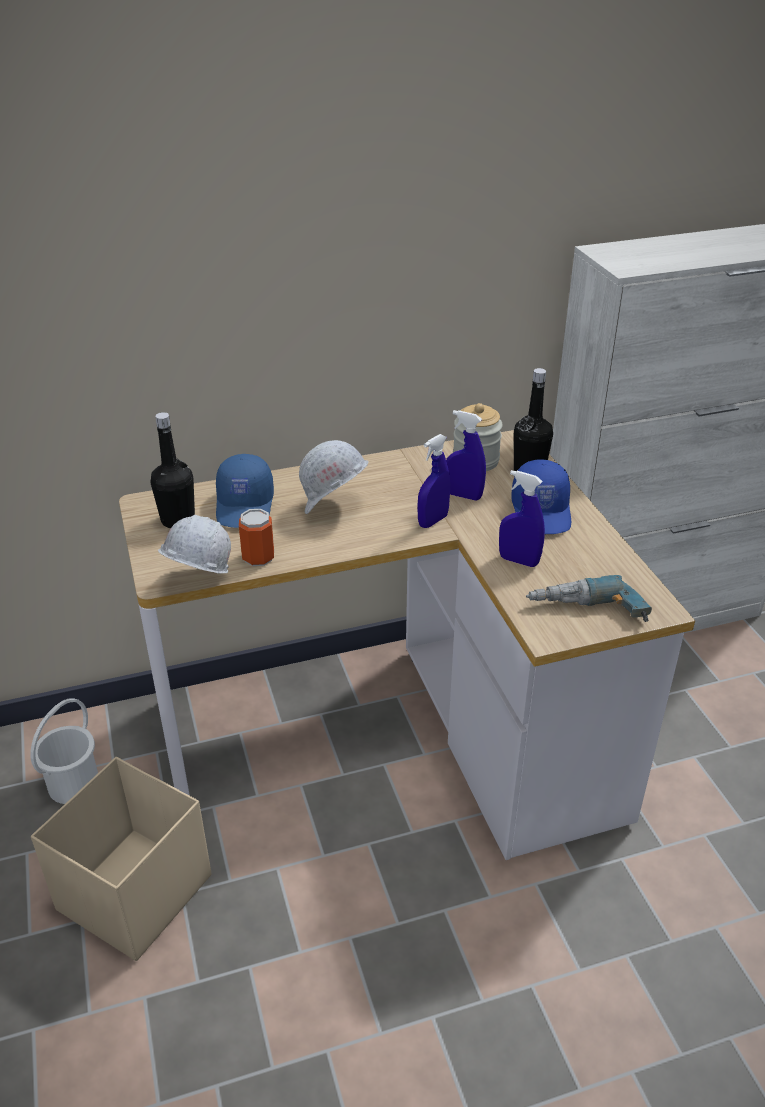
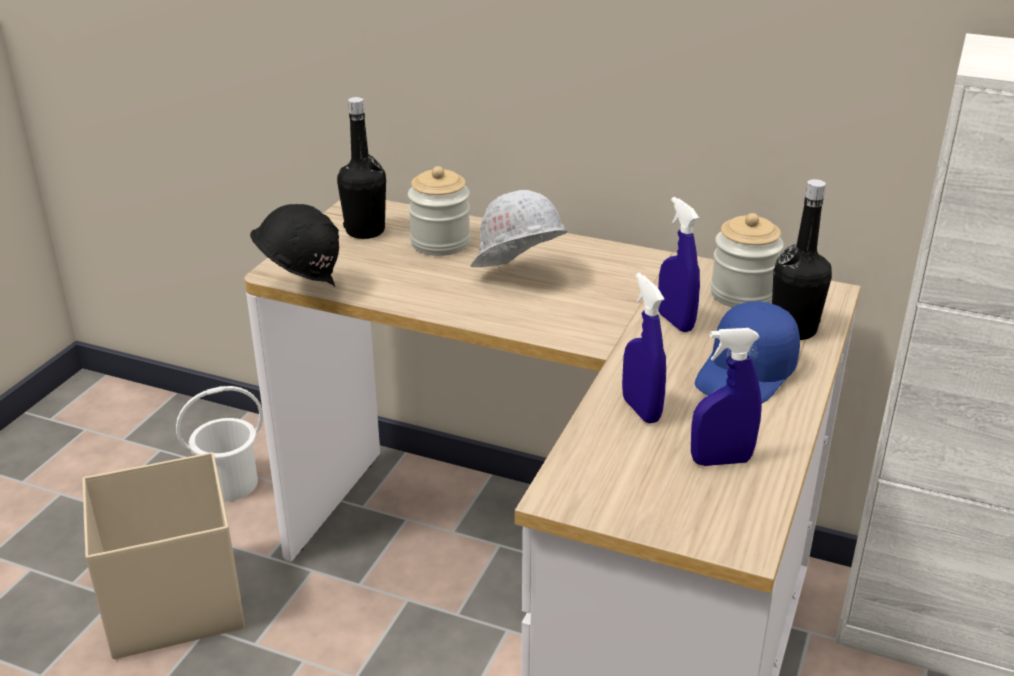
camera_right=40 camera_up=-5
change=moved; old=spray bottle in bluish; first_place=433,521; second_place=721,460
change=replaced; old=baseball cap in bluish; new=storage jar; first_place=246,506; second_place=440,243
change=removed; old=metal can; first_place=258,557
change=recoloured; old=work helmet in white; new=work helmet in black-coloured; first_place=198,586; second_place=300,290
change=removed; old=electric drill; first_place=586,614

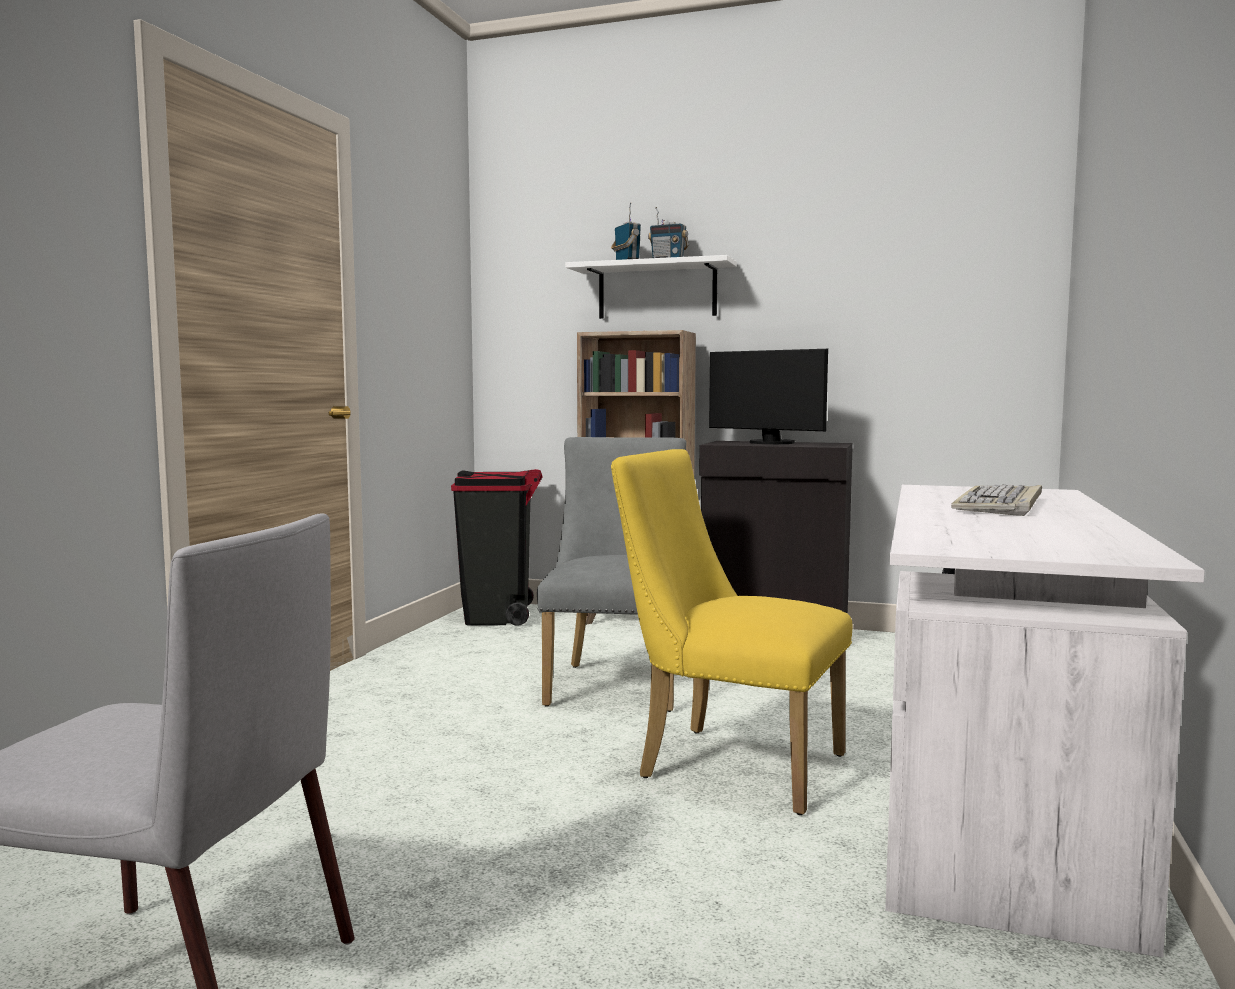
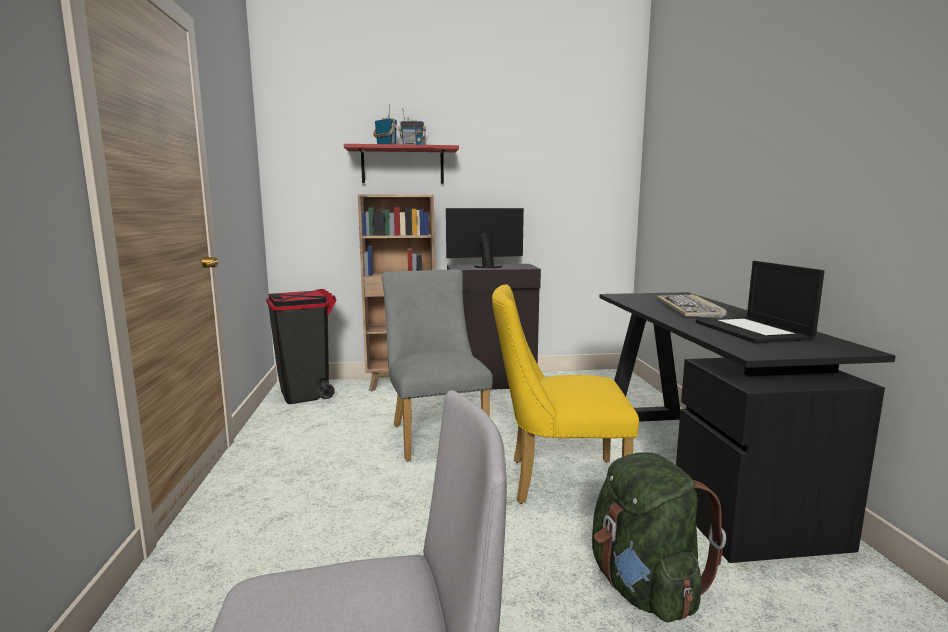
camera_right=-25 camera_up=5
change=recoloured; old=shelf in white; new=shelf in reddish; first_place=657,291; second_place=402,165
change=turned; old=computer screen; first_place=769,443; second_place=486,266; degrees=150
change=recoloured; old=desk in white; new=desk in black-coloured; first_place=994,789; second_place=696,467
change=added; new=laptop; second_place=753,331
change=added; new=knapsack in greenish; second_place=644,587

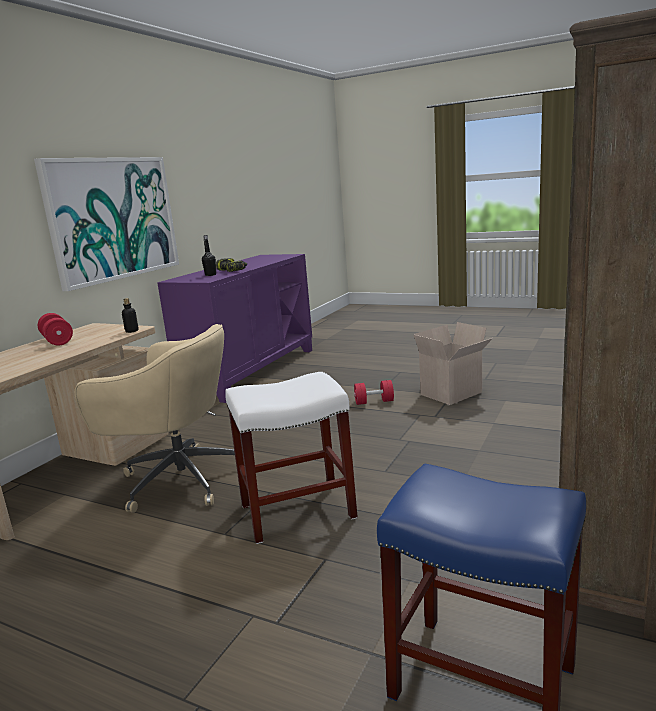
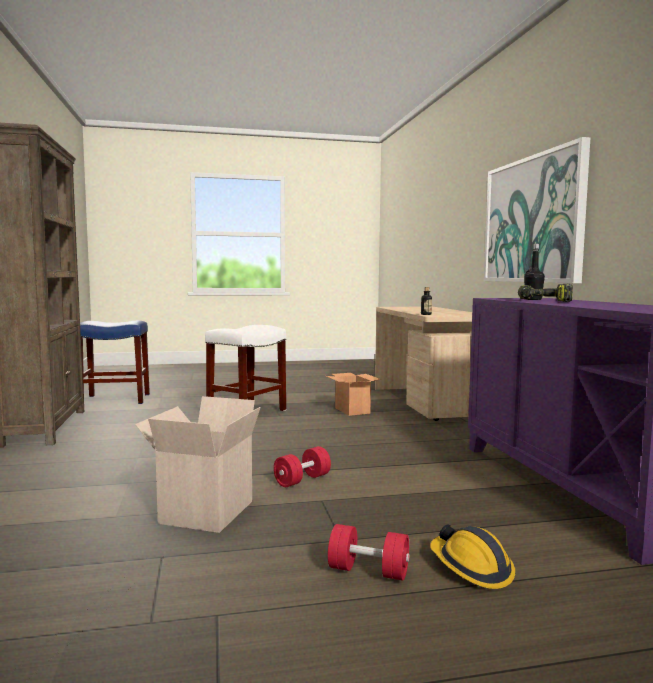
camera_right=140 camera_up=-10
change=moved; old=hand weight in reddish; first_place=57,341; second_place=368,571
change=replaced; old=office chair in sand-coloured; new=carton; first_place=179,479; second_place=352,410
change=added; new=work helmet; second_place=471,568

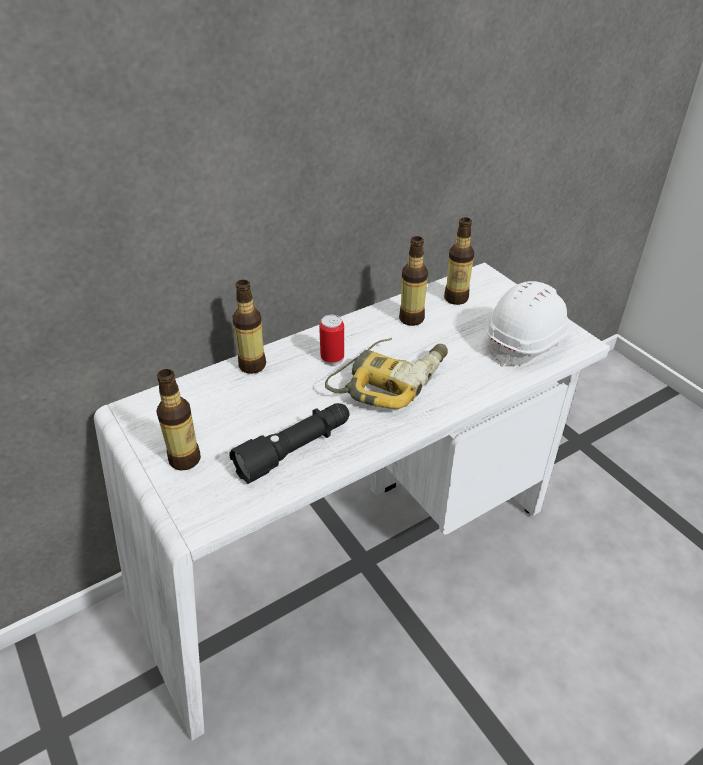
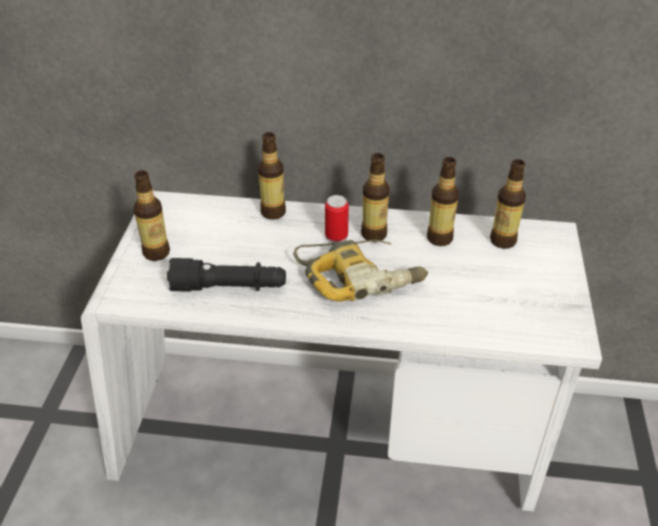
camera_right=40 camera_up=0
change=removed; old=work helmet in white; first_place=527,341
change=added; new=drink bottle; second_place=374,234

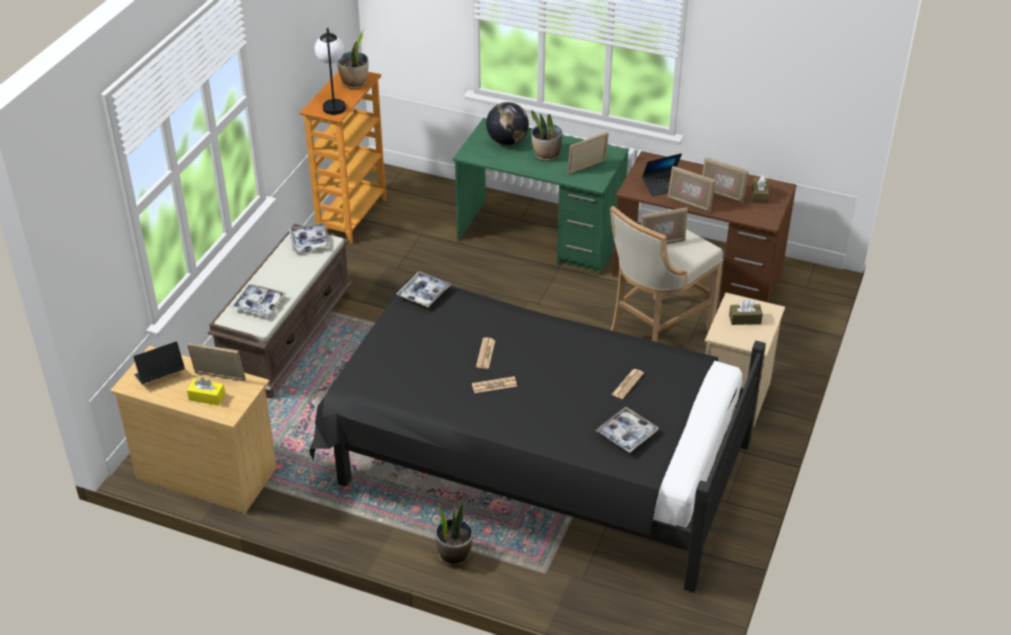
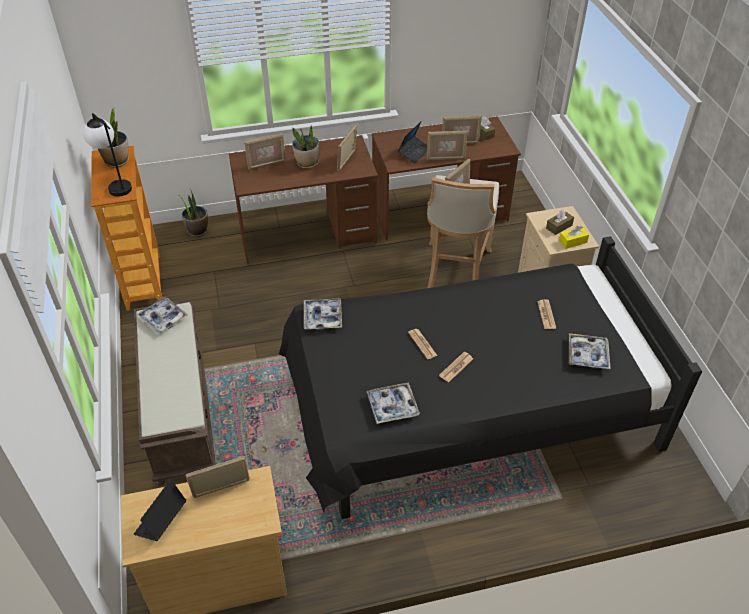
camera_right=-35 camera_up=5
change=replaced; old=world globe; new=standing frame; first_place=507,141; second_place=266,164
change=recoloured; old=desk in greenish; new=desk in brown; first_place=540,237; second_place=307,234
change=moved; old=tray; first_place=259,304; second_place=392,406
change=moved; old=tissue box in yellowish; first_place=207,397; second_place=572,241
change=moved; old=plant in a pot; first_place=454,554; second_place=197,231

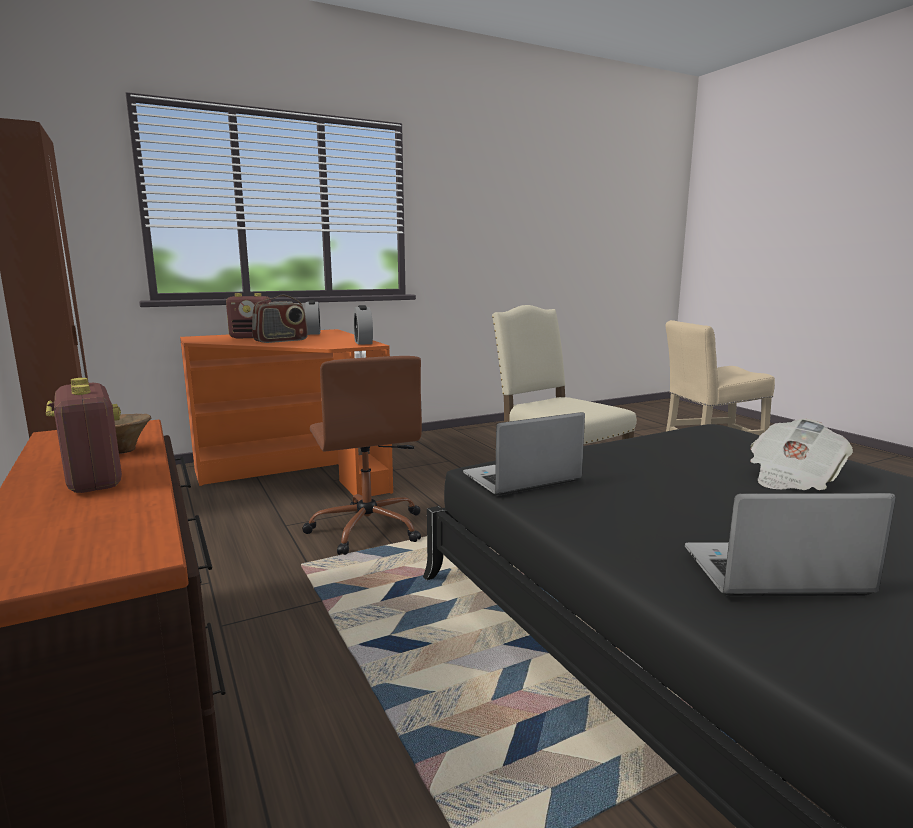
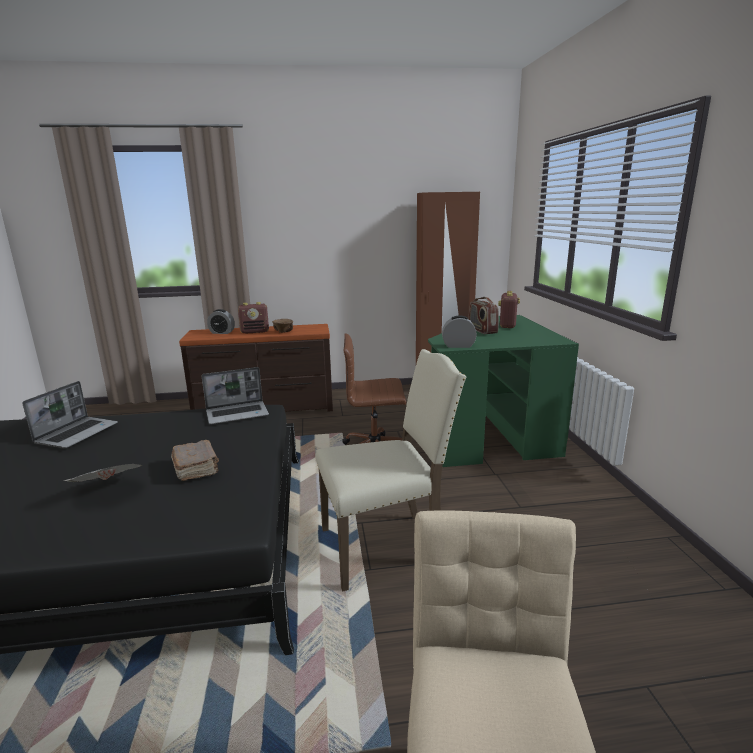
camera_right=110 camera_up=5
change=moved; old=table clock; first_place=313,333; second_place=222,332
change=recoloured; old=desk in orange-coloured; new=desk in greenish; first_place=297,475; second_place=492,436
change=turned; old=laptop; first_place=521,479; second_place=238,413; degrees=75
change=added; new=bound book in brown; second_place=196,468

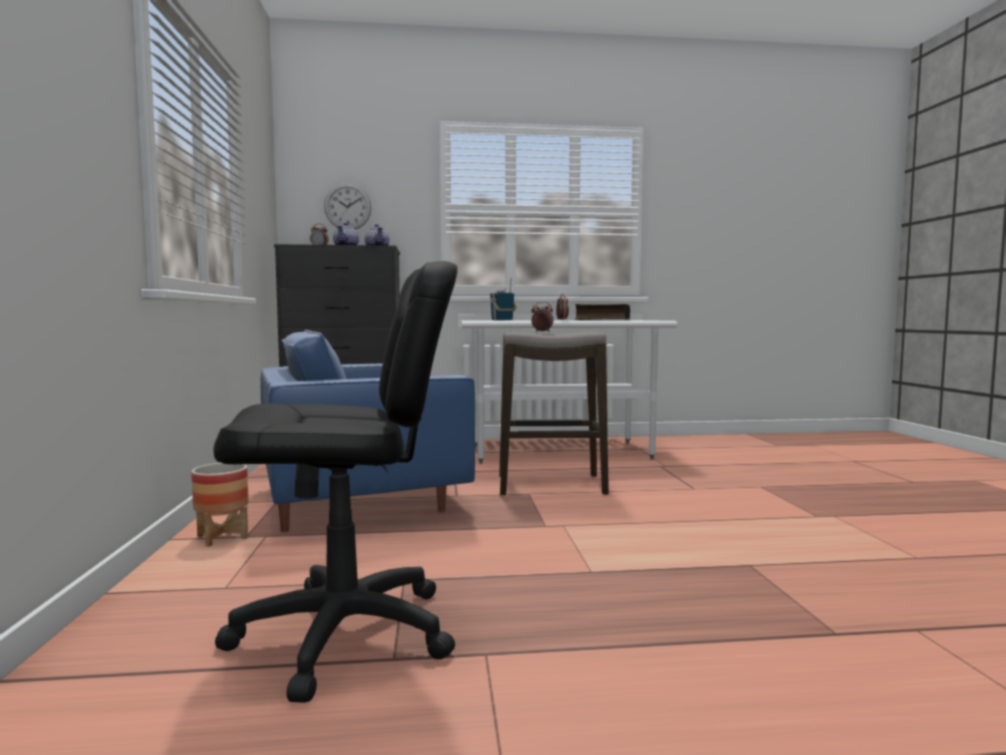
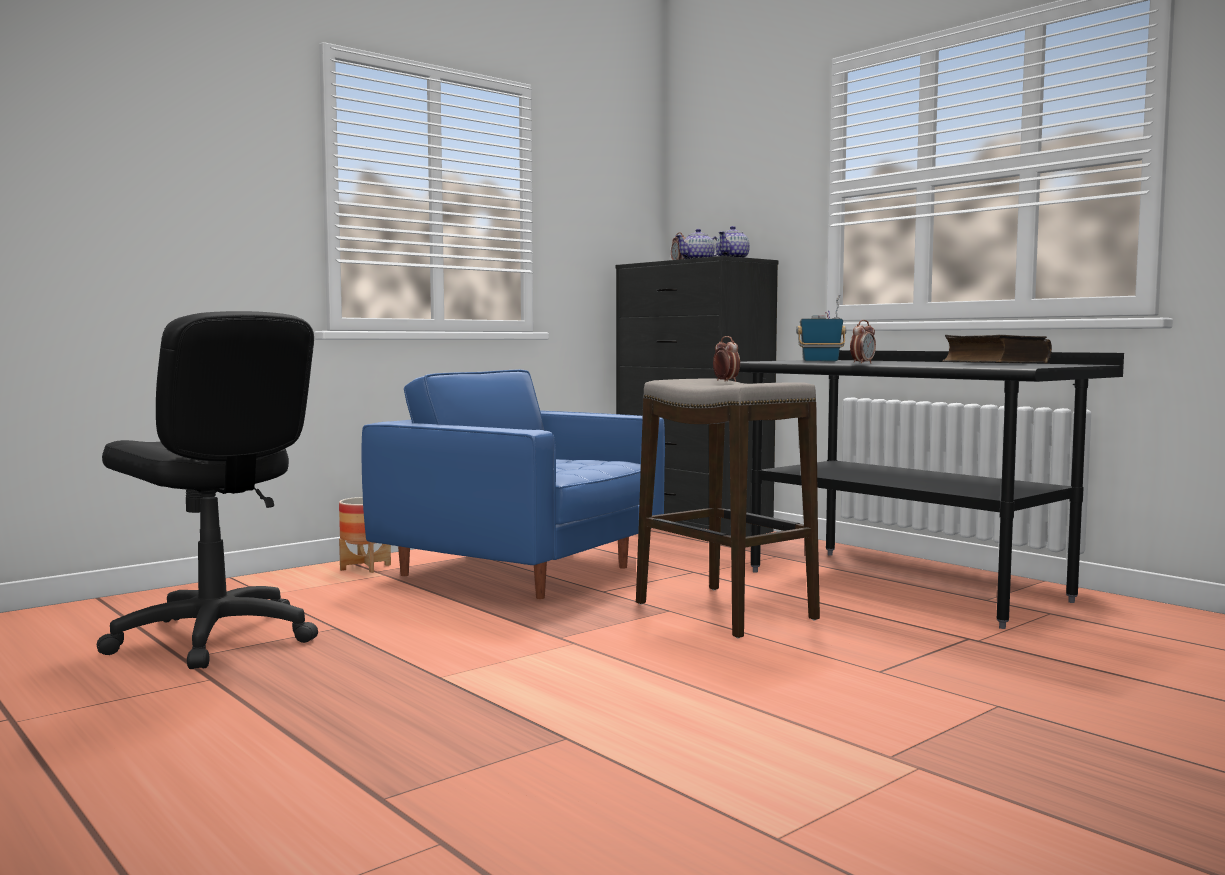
camera_right=55 camera_up=0
change=removed; old=clock on the wall; first_place=347,207
change=recoloured; old=desk in white; new=desk in black-coloured; first_place=559,452; second_place=904,586

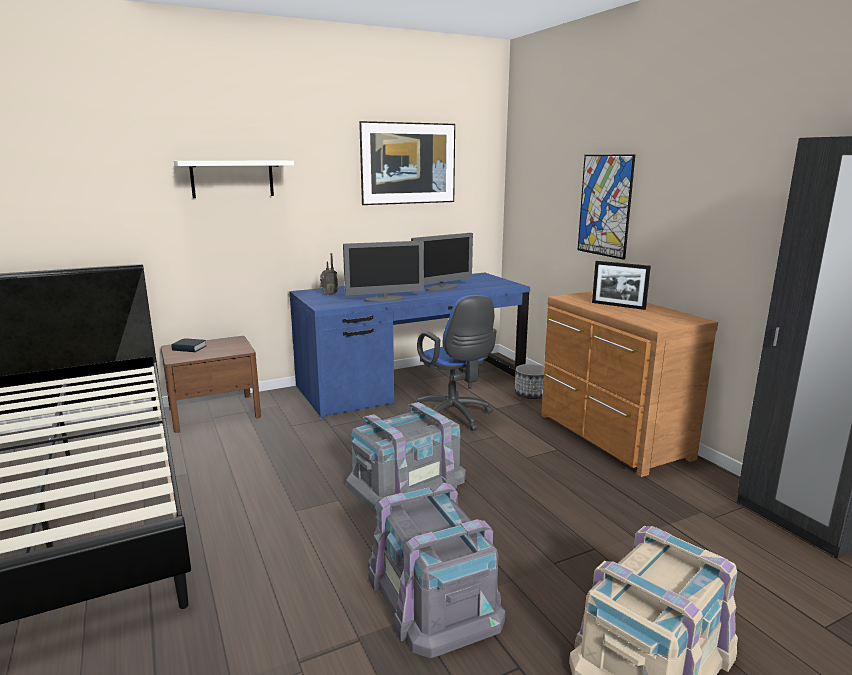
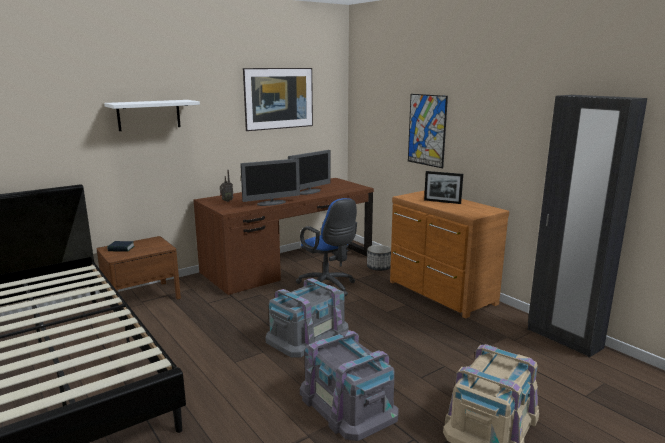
camera_right=-10 camera_up=0
change=recoloured; old=desk in bluish; new=desk in brown; first_place=412,382; second_place=289,264

